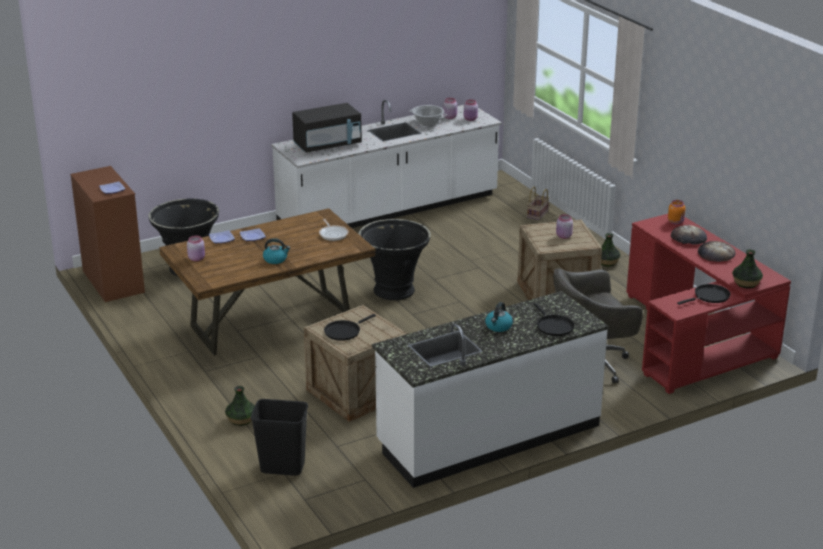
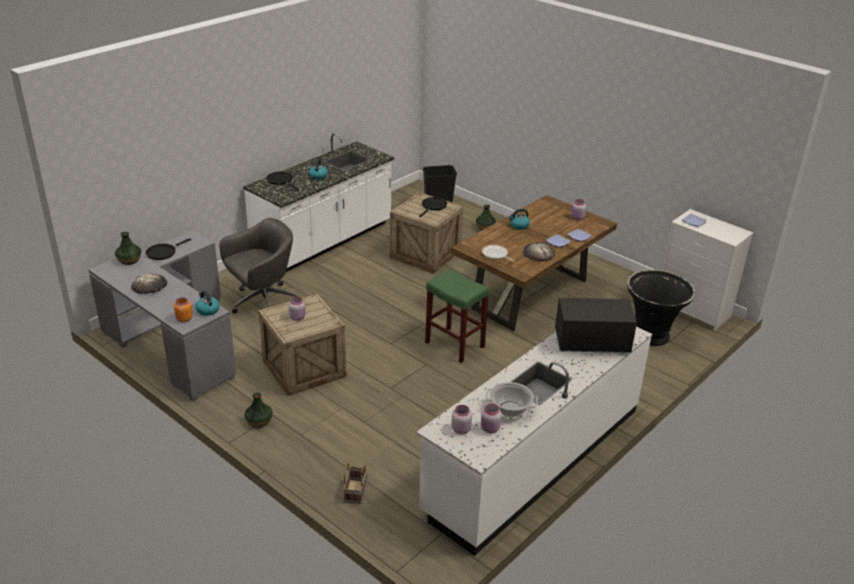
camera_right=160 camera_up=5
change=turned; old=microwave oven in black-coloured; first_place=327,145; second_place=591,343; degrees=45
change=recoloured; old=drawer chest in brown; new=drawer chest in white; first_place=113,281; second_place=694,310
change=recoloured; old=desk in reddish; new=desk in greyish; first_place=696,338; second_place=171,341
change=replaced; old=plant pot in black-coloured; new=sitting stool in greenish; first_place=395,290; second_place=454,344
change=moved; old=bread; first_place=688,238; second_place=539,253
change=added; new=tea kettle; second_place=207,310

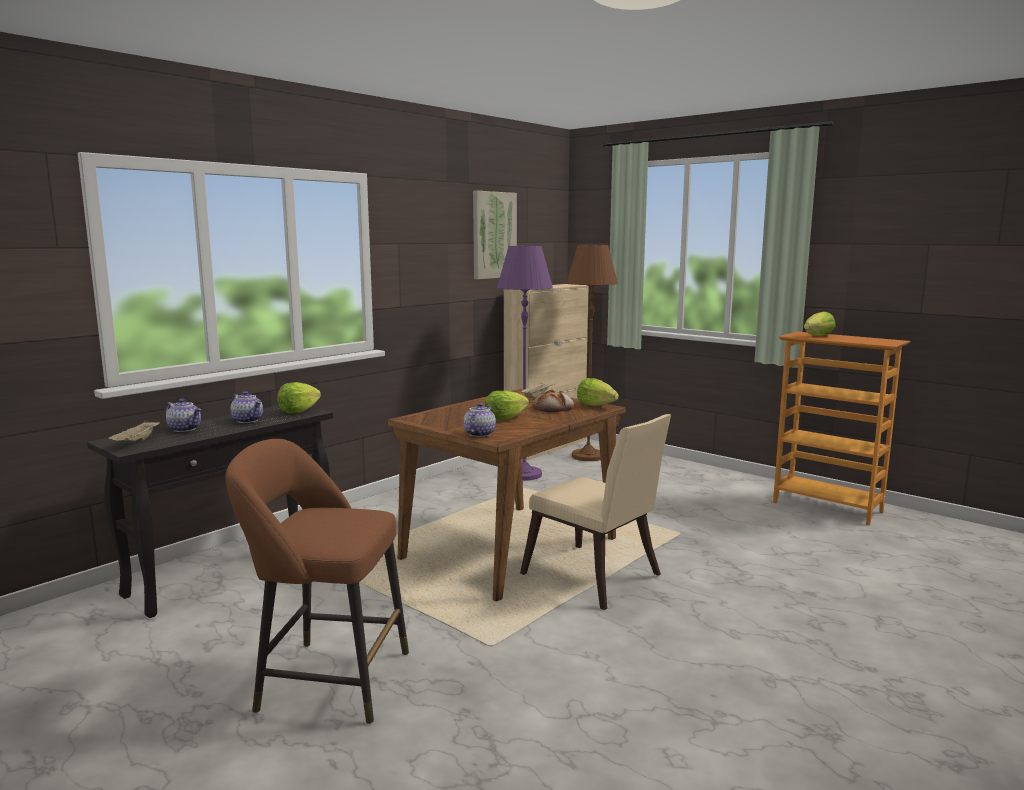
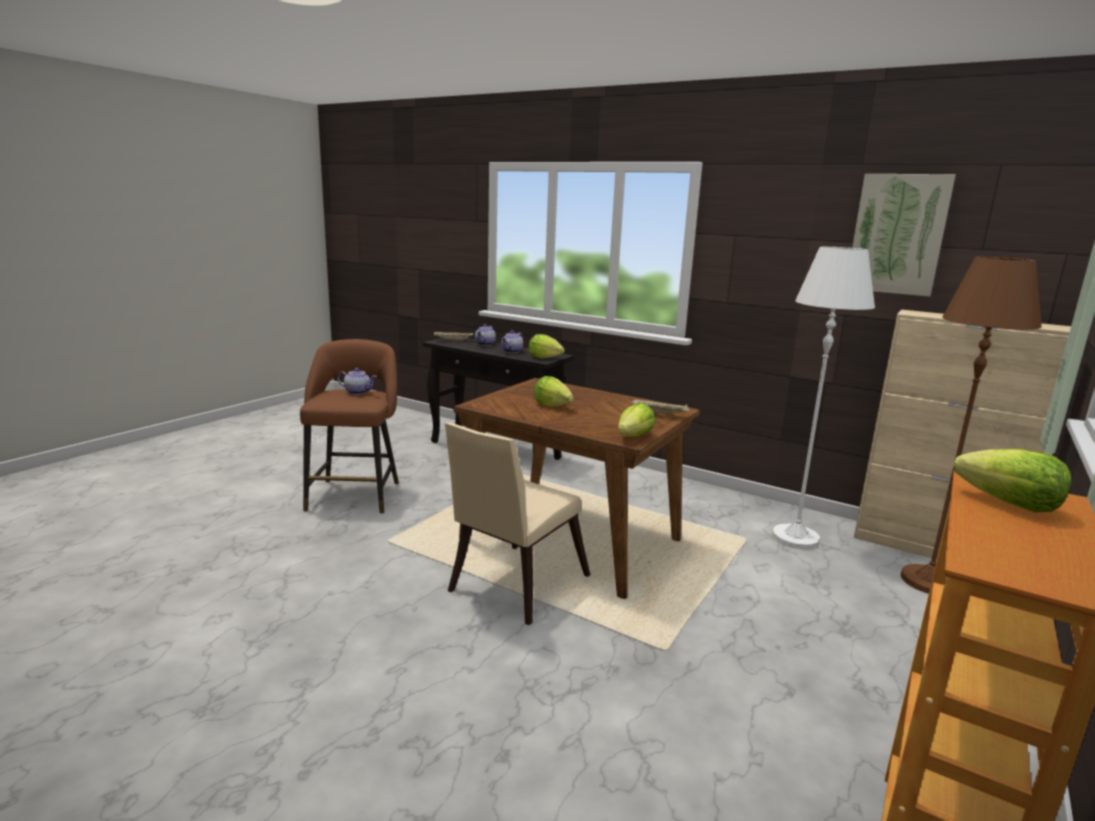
camera_right=80 camera_up=5
change=recoloured; old=floor lamp in purple-coloured; new=floor lamp in white; first_place=524,474; second_place=795,538
change=removed; old=bread; first_place=553,408
change=moved; old=teapot; first_place=479,434; second_place=358,392

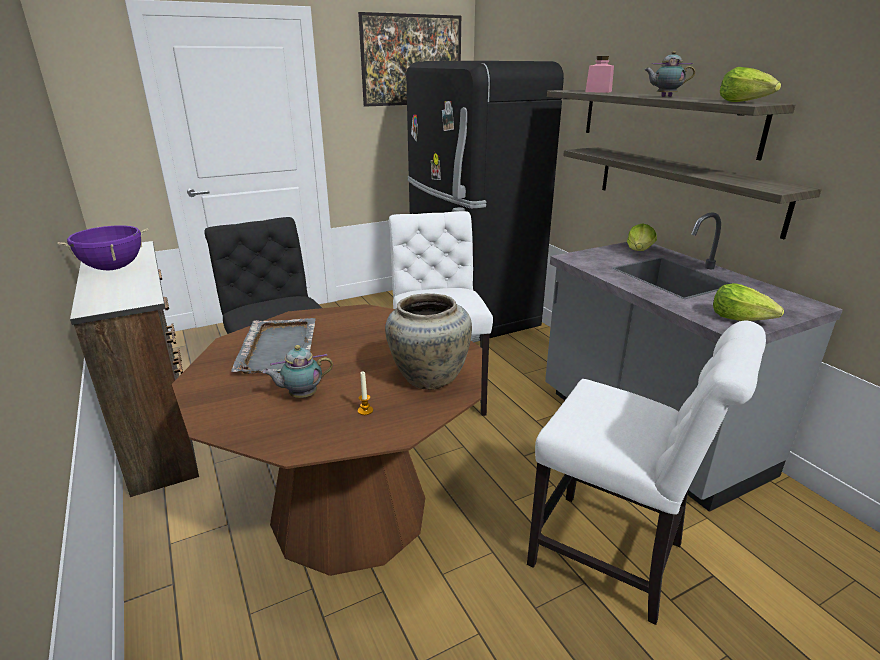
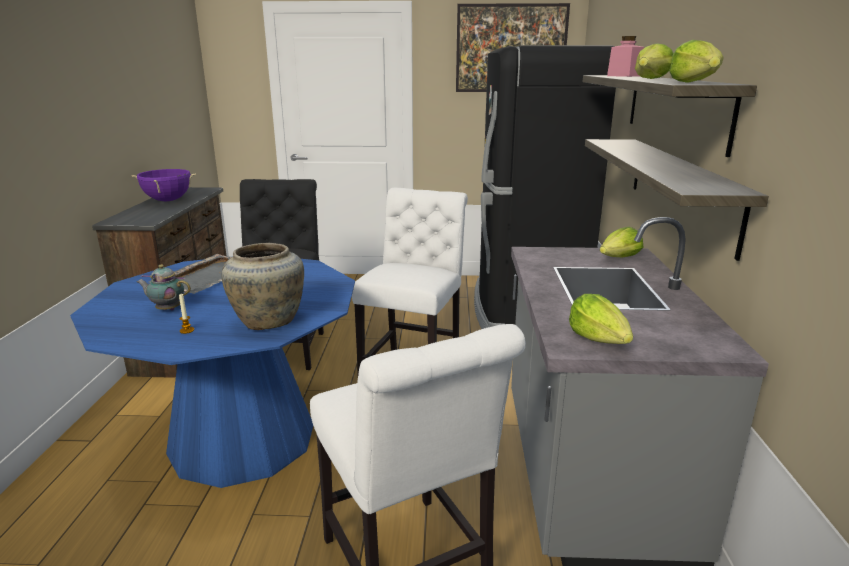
camera_right=30 camera_up=-5
change=replaced; old=teapot; new=lettuce head; first_place=664,97; second_place=651,79
change=recoloured; old=kitchen table in brown; new=kitchen table in bluish; first_place=350,510; second_place=242,438

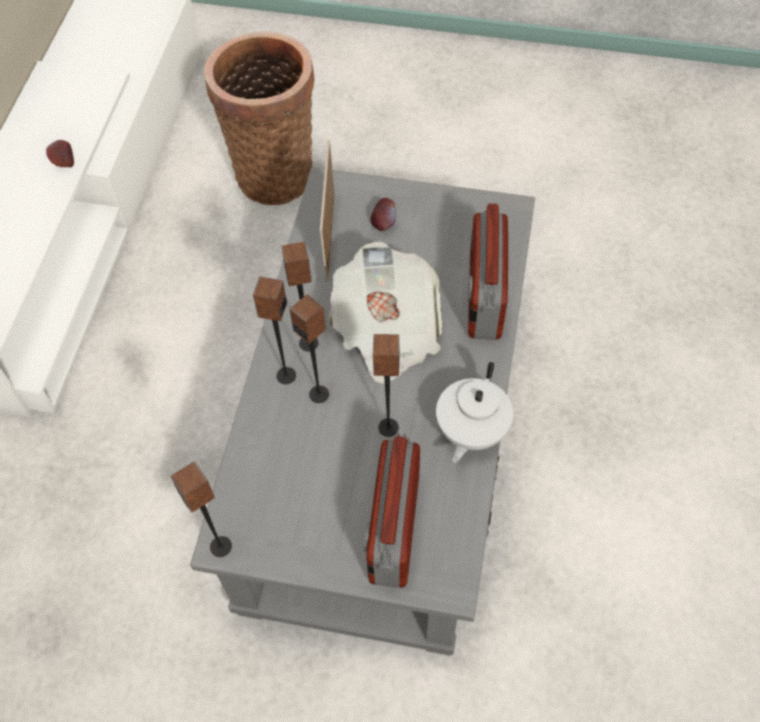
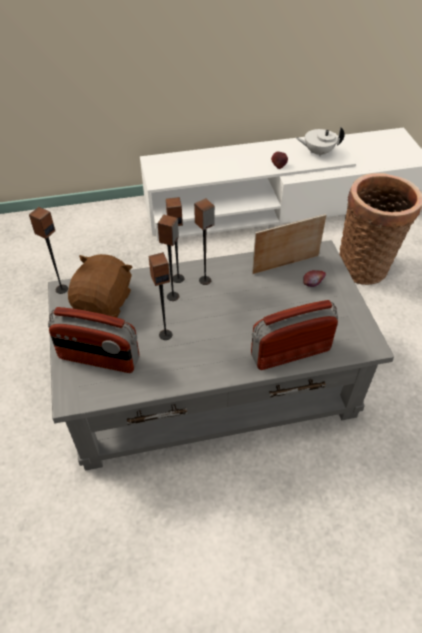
camera_right=65 camera_up=-10
change=removed; old=newspaper; first_place=387,331
change=moved; old=teapot in white; first_place=470,430; second_place=318,152
change=turned; old=radio; first_place=393,527; second_place=99,358; degrees=-150
change=added; new=soft toy in brown; second_place=104,302

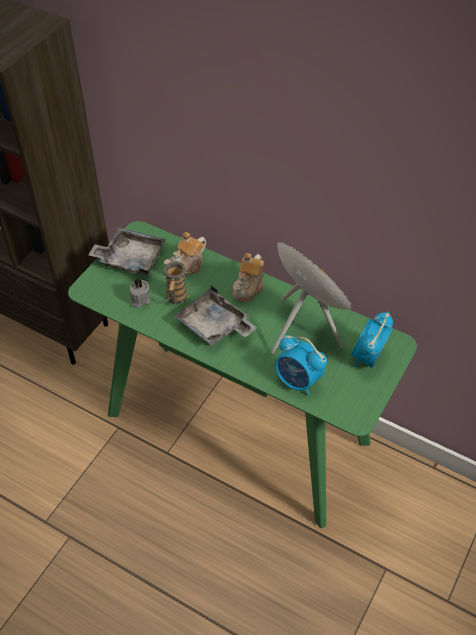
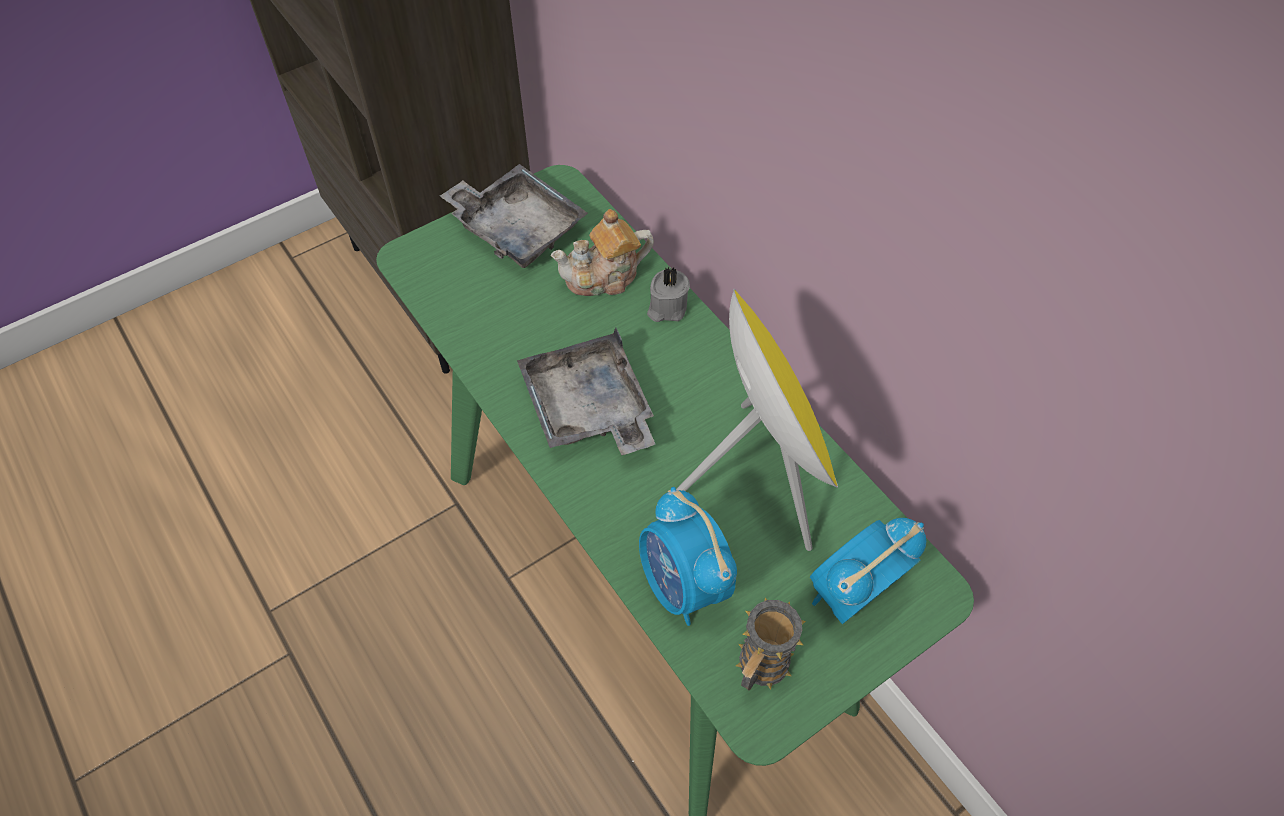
camera_right=25 camera_up=5
change=removed; old=teapot; first_place=249,287
change=moved; old=coffee mug; first_place=176,299; second_place=759,669
change=moved; old=wax candle in greyish; first_place=139,299; second_place=666,308

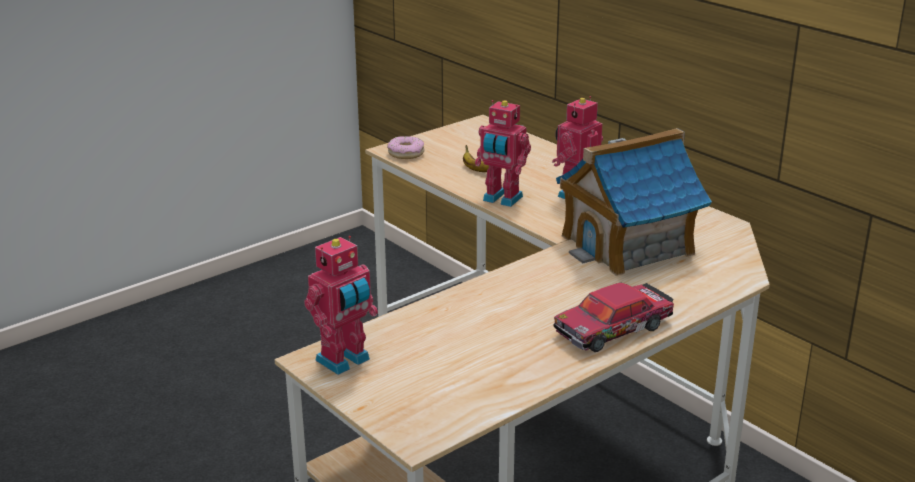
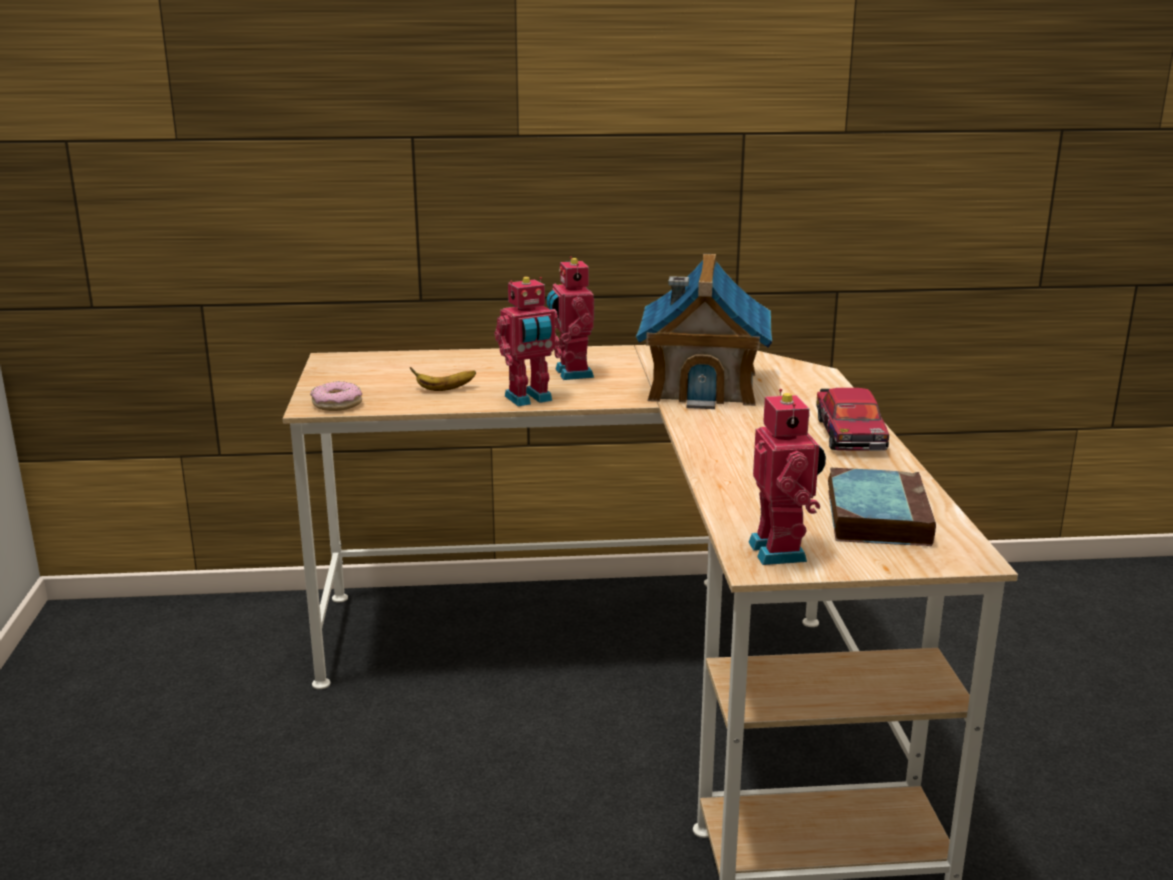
camera_right=-55 camera_up=-5
change=added; new=bound book; second_place=876,515

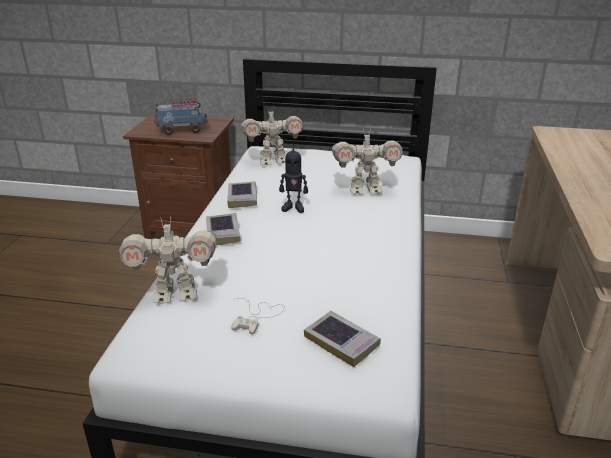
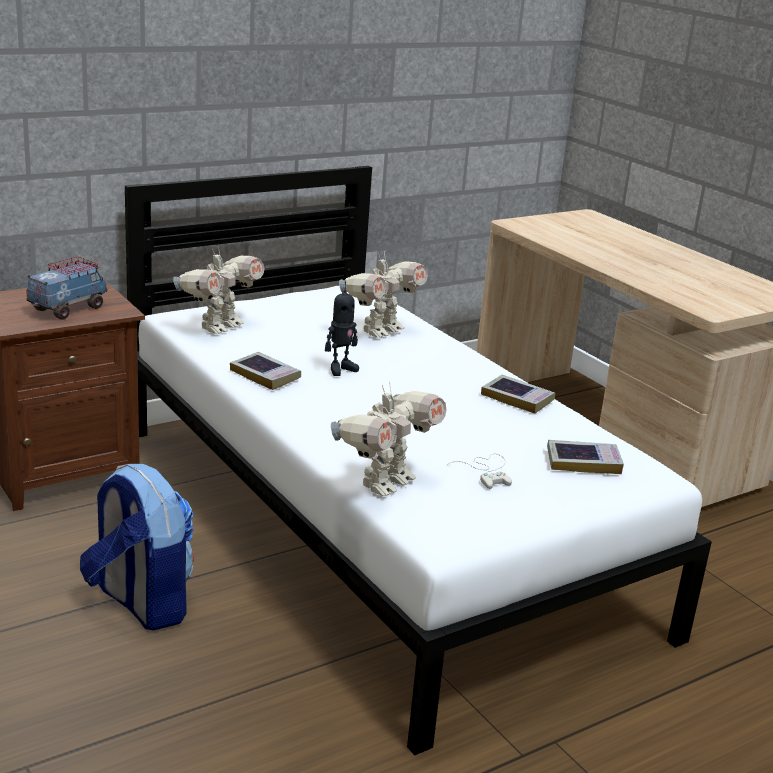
camera_right=-45 camera_up=-5
change=moved; old=bound book; first_place=223,233; second_place=517,398
change=added; new=knapsack; second_place=140,602

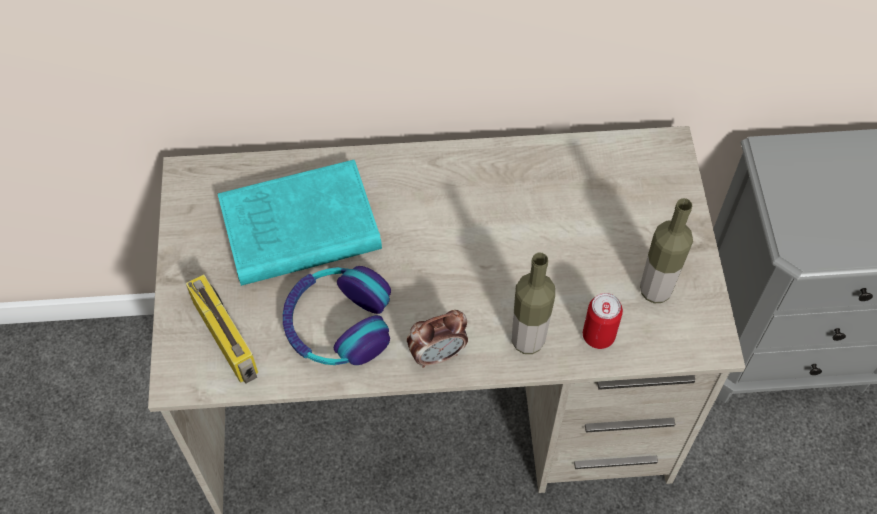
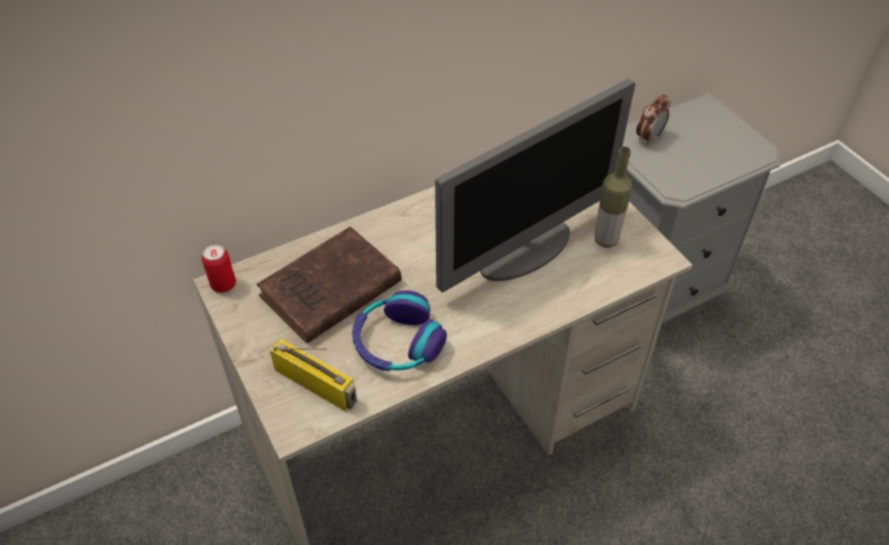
camera_right=-25 camera_up=-10
change=recoloured; old=bound book in turquoise; new=bound book in brown; first_place=296,229; second_place=327,291
change=removed; old=drink bottle; first_place=527,341
change=moved; old=metal can; first_place=598,335; second_place=223,284
change=moved; old=table clock; first_place=437,354; second_place=649,138
change=added; new=computer screen; second_place=526,251

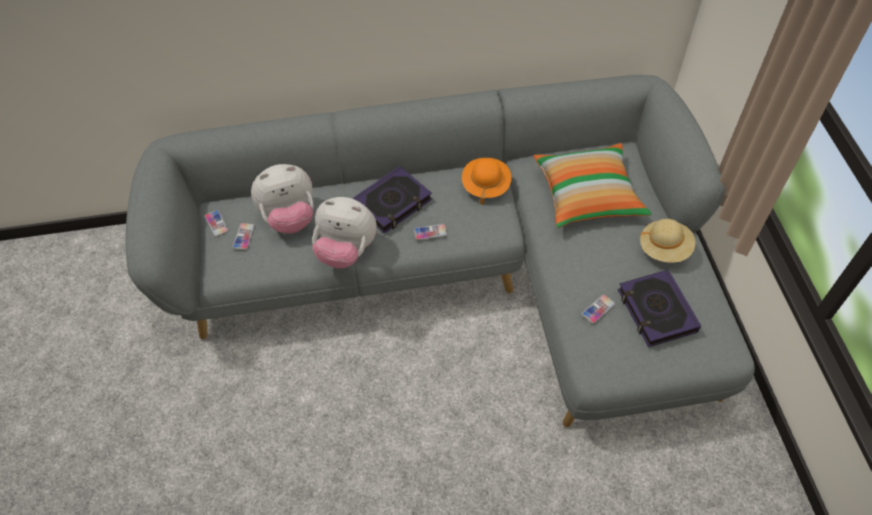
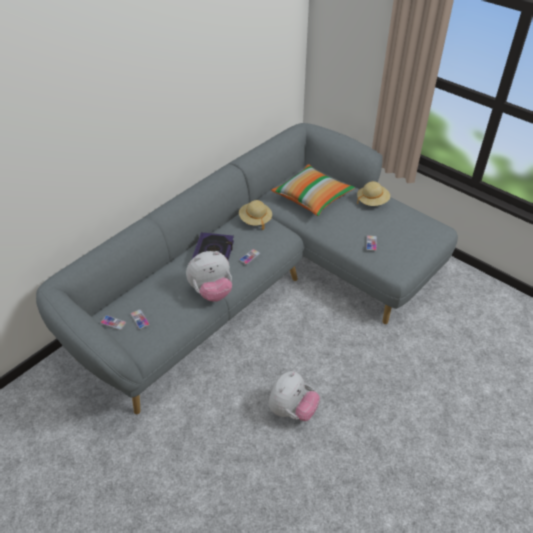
camera_right=-40 camera_up=-10
change=recoloured; old=wearable hat in orange-coloured; new=wearable hat in sand-coloured; first_place=485,185; second_place=255,220
change=moved; old=soft toy; first_place=289,218; second_place=292,410
change=removed; old=bound book; first_place=656,311

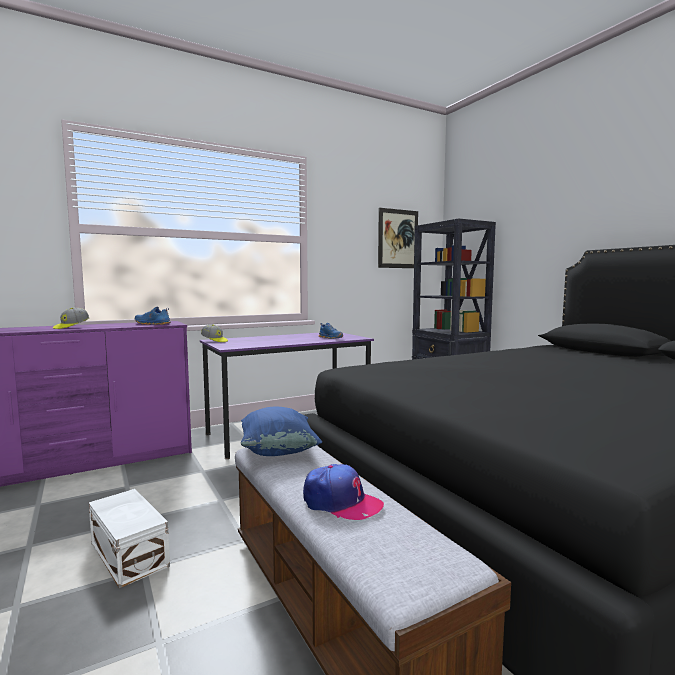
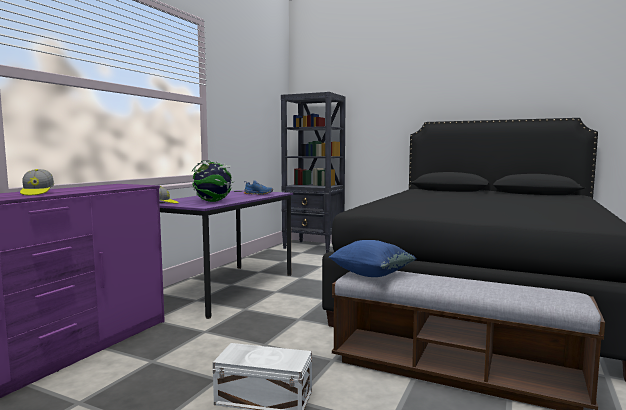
camera_right=-35 camera_up=0
change=removed; old=wall picture; first_place=398,239
change=removed; old=shoe in bluish; first_place=152,324
change=removed; old=baseball cap; first_place=341,502
change=added; new=world globe; second_place=213,201

